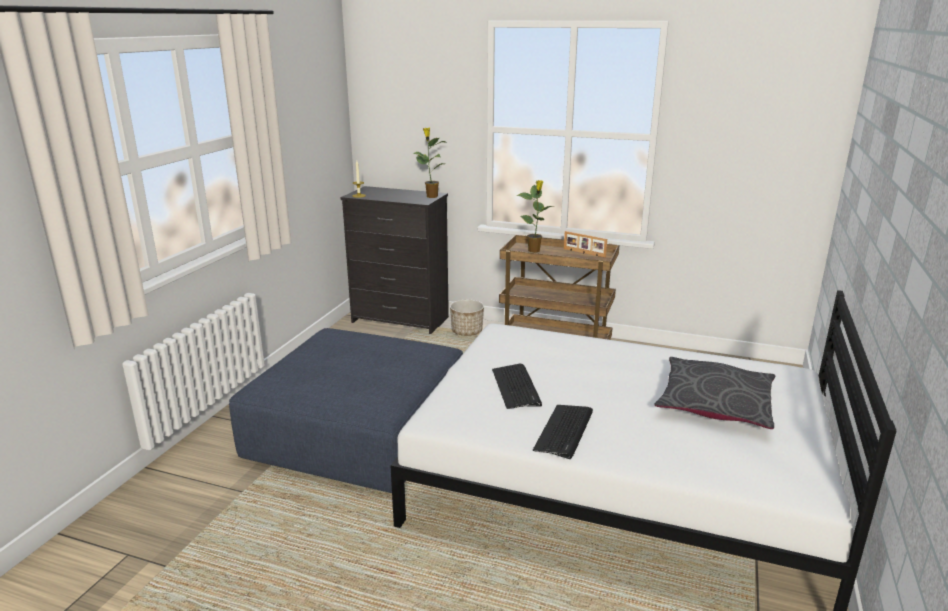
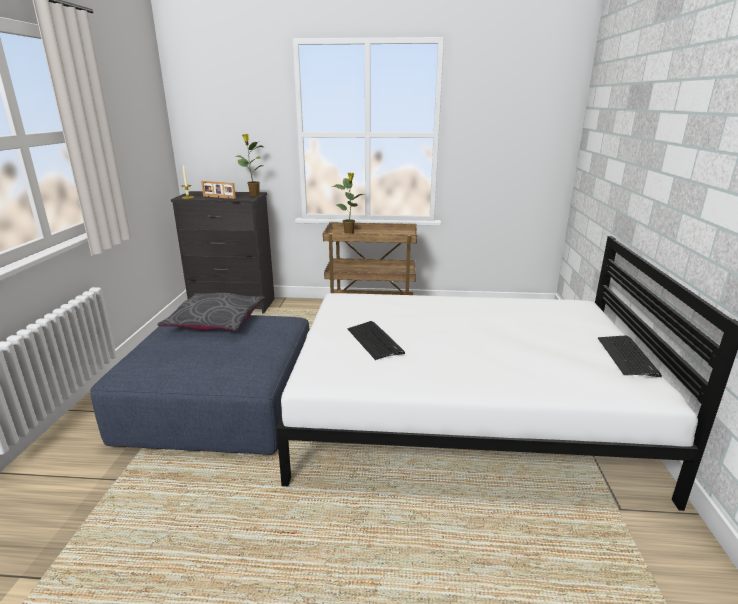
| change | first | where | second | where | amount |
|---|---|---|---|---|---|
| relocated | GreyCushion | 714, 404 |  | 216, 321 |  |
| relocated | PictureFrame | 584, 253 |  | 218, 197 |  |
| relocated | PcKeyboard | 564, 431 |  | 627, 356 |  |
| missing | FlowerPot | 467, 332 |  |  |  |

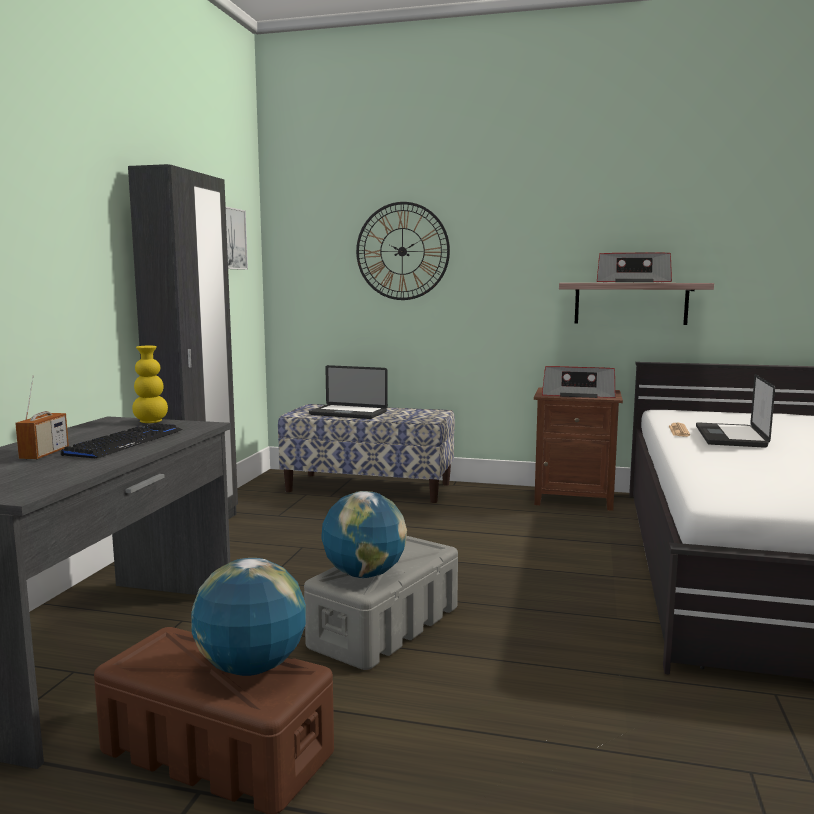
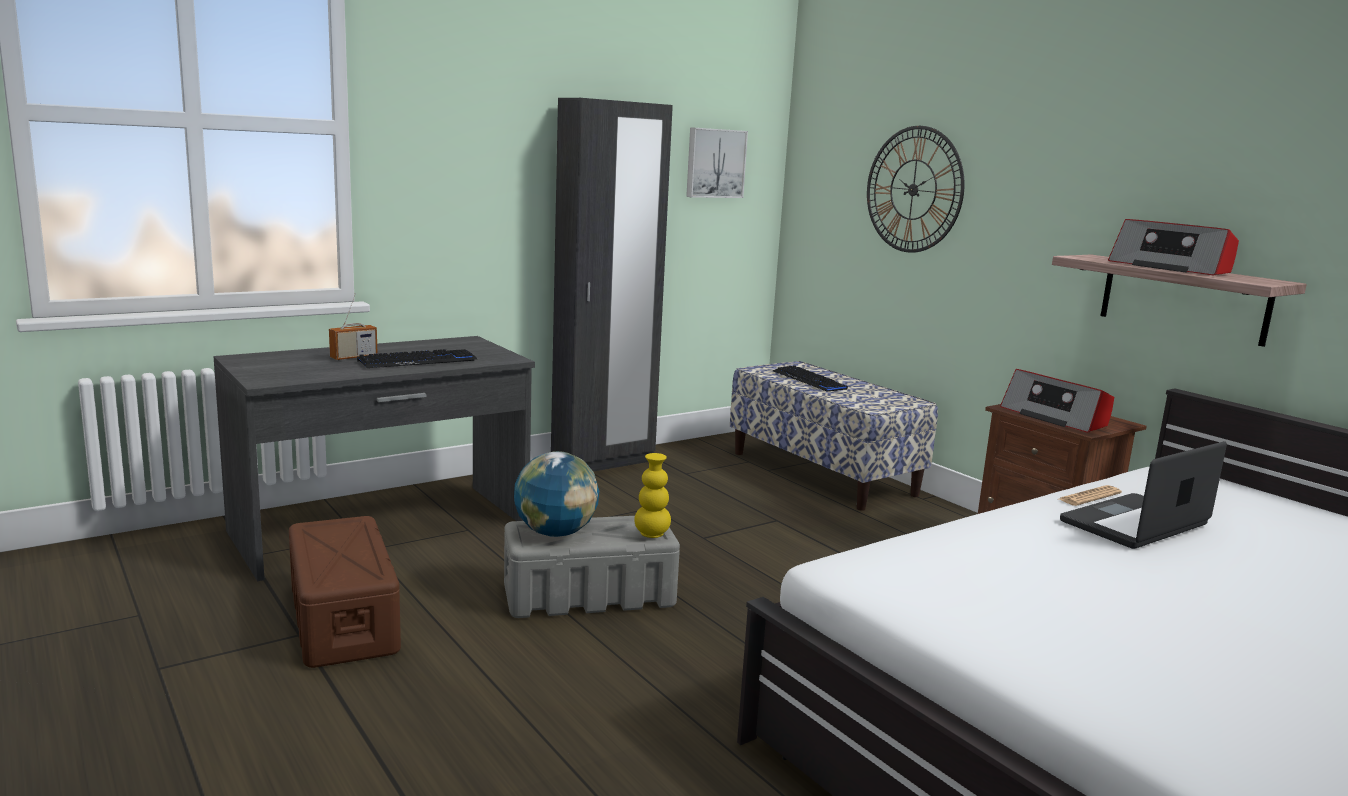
| change | first | where | second | where | amount |
|---|---|---|---|---|---|
| relocated | YellowColouredFlowerVase | 151, 422 |  | 651, 534 |  |
| exchanged | Laptop | 348, 413 | PcKeyboard | 809, 380 |  |
| missing | WorldGlobe | 251, 667 |  |  |  |

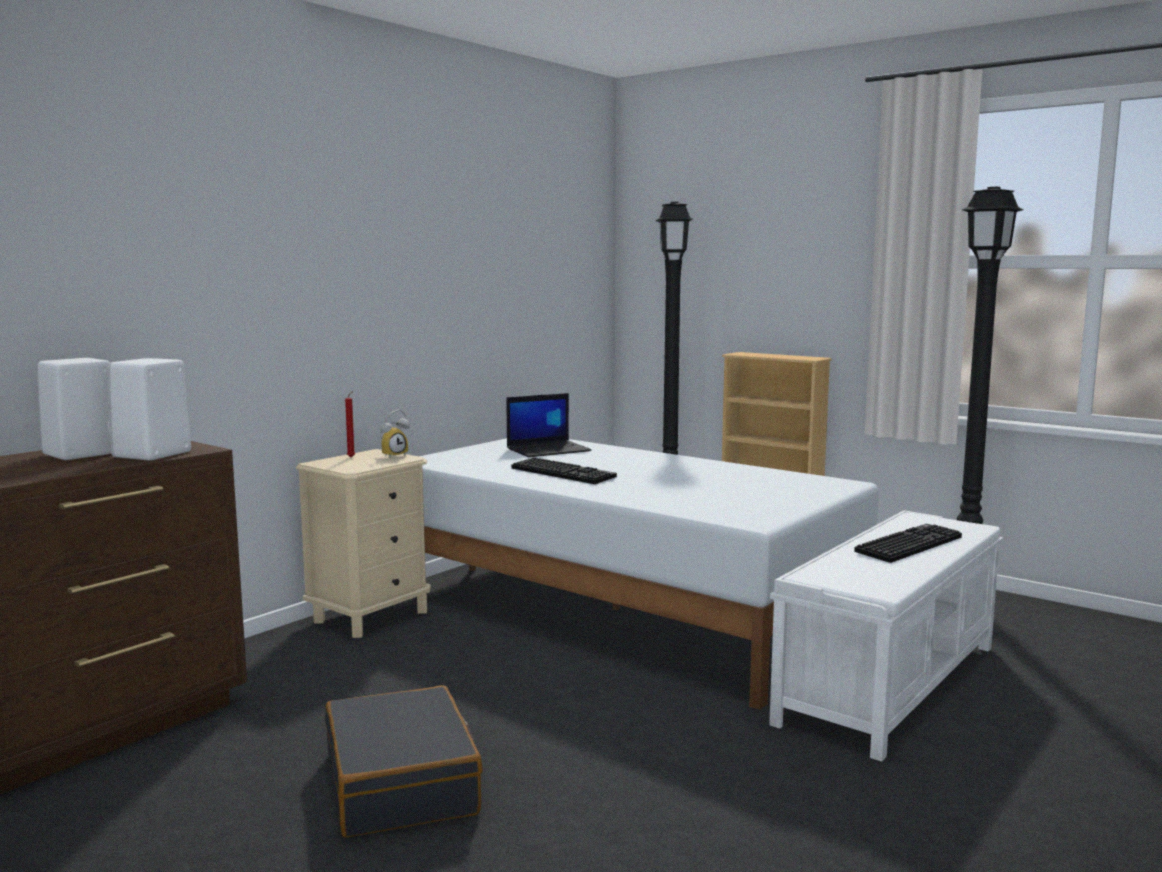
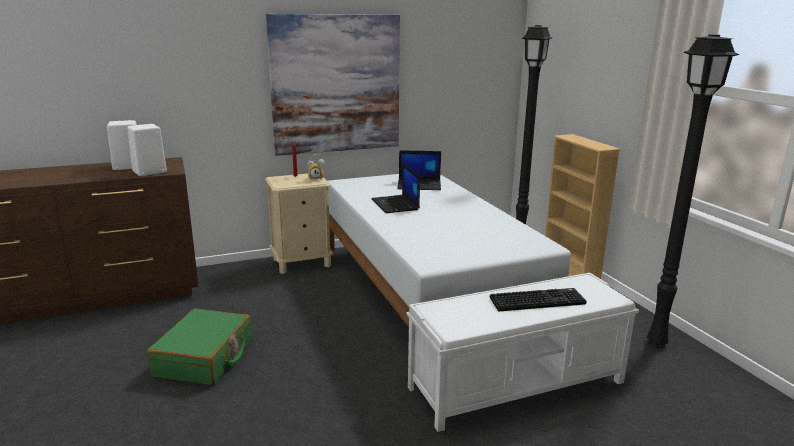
| change | first | where | second | where | amount |
|---|---|---|---|---|---|
| colour | BlackPieceOfLuggage | 402, 783 | GreenishPieceOfLuggage | 205, 358 |  |
| appeared |  |  | Picture | 336, 84 |  |
| exchanged | PcKeyboard | 565, 473 | Laptop | 396, 204 |  |

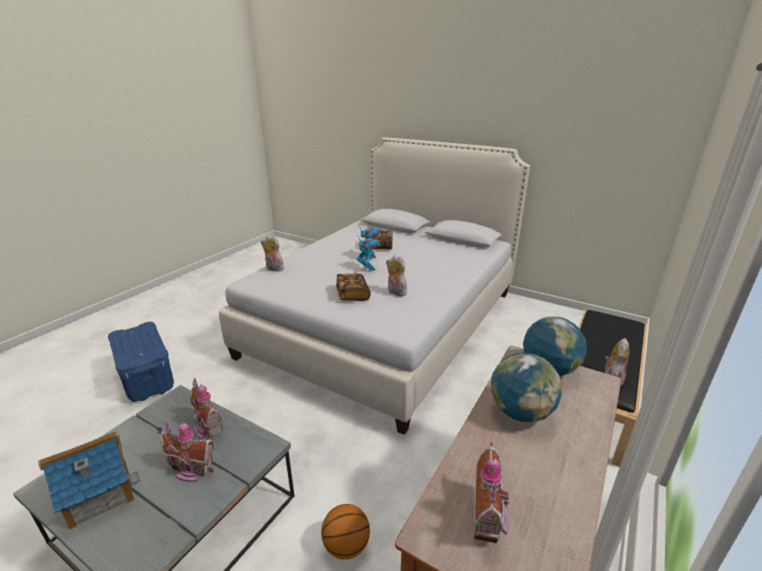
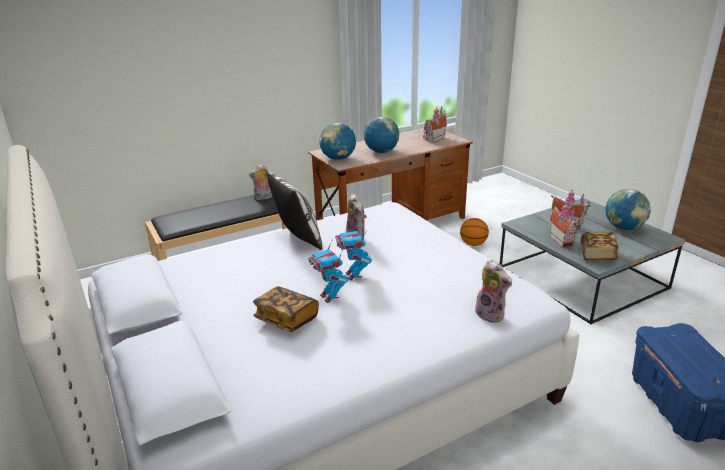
| change | first | where | second | where | amount |
|---|---|---|---|---|---|
| appeared |  |  | Cushion | 298, 238 |  |
| relocated | BoundBook | 352, 295 |  | 597, 254 |  |
| exchanged | ModelHouse | 99, 494 | WorldGlobe | 623, 227 |  |

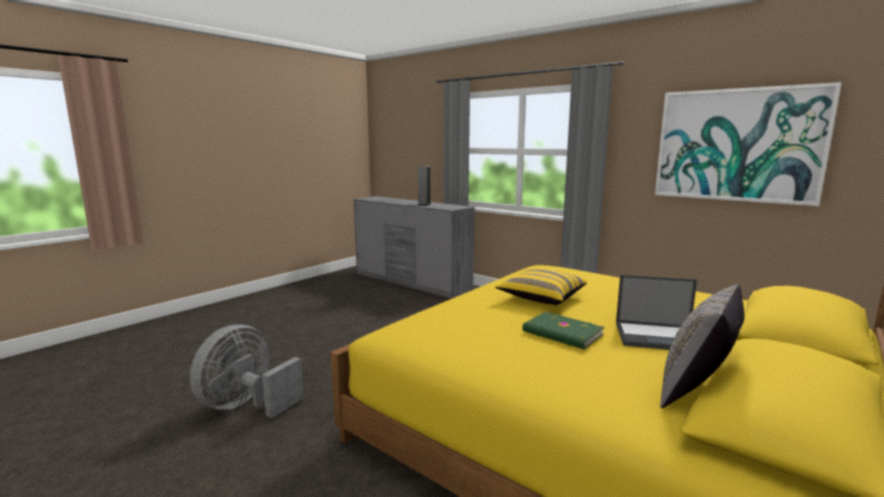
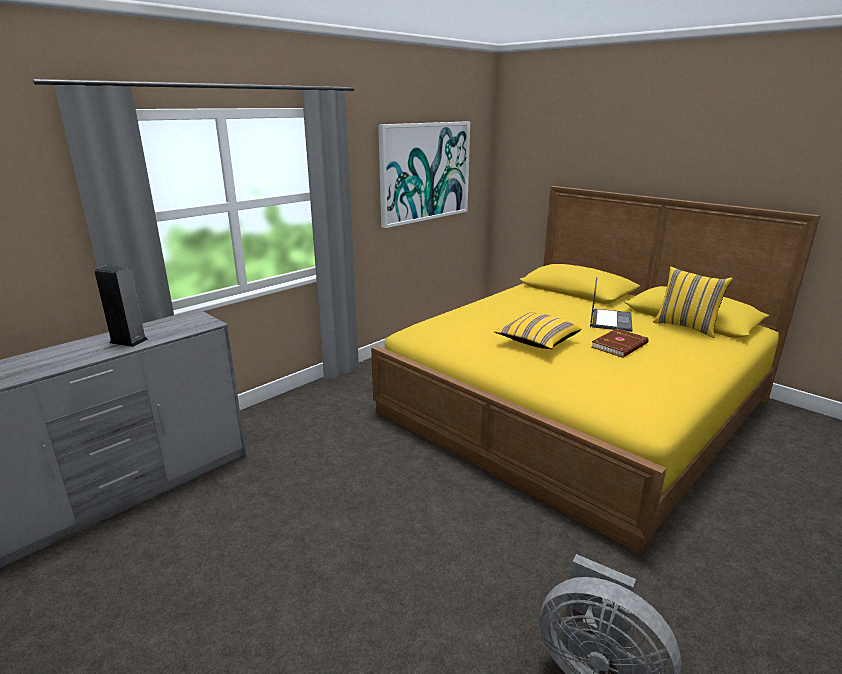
| change | first | where | second | where | amount |
|---|---|---|---|---|---|
| colour | GreenishBoundBook | 562, 334 | BrownColouredBoundBook | 620, 345 |  |
| colour | GreyCushion | 697, 392 | YellowColouredCushion | 686, 327 |  |

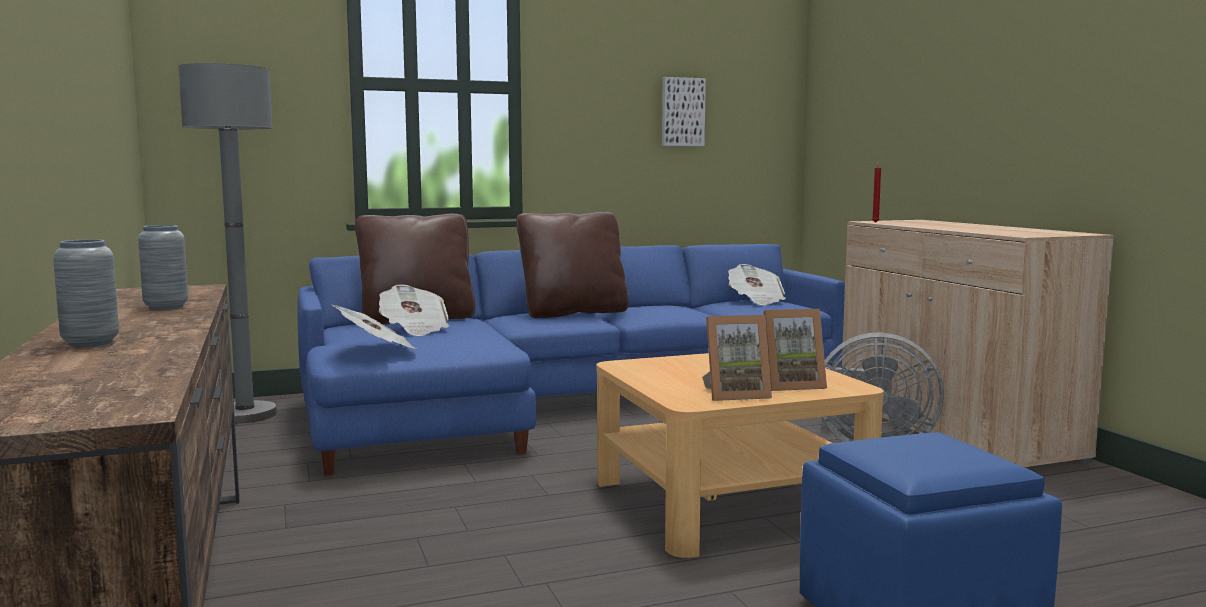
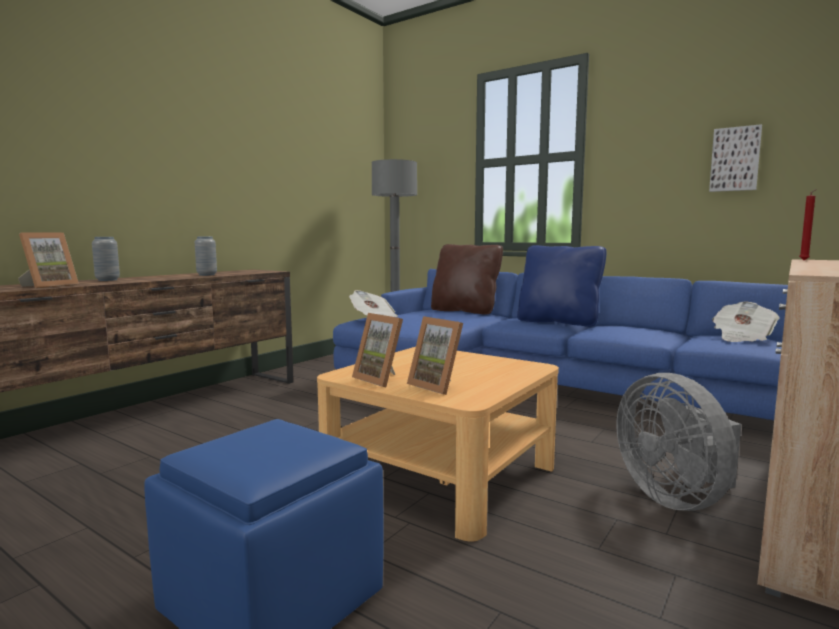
| change | first | where | second | where | amount |
|---|---|---|---|---|---|
| appeared |  |  | PictureFrame | 49, 286 |  |
| colour | BrownColouredCushion | 573, 313 | BlueCushion | 558, 322 |  |
| missing | DailyPaper | 414, 329 |  |  |  |

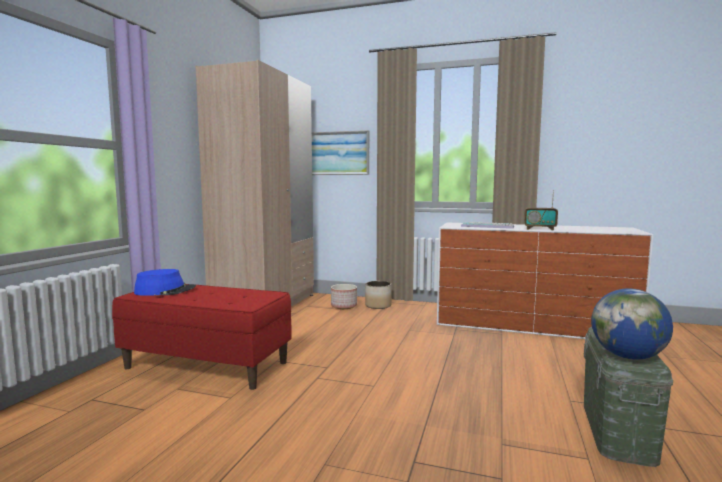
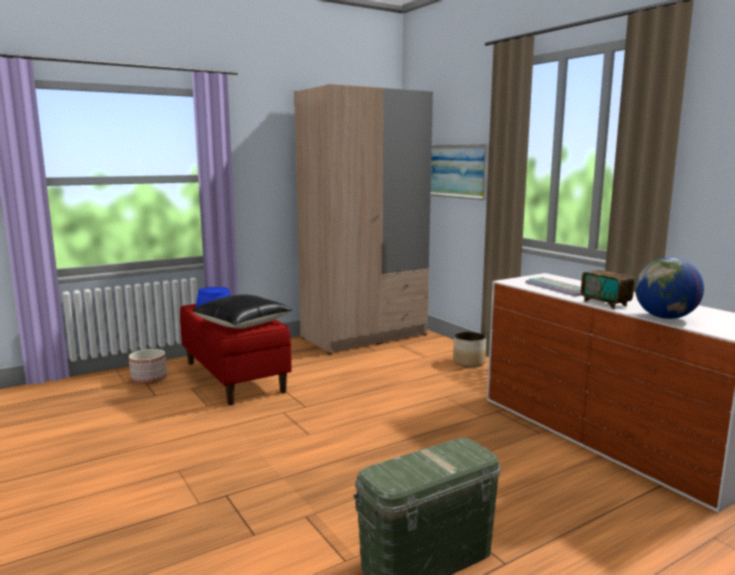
| change | first | where | second | where | amount |
|---|---|---|---|---|---|
| relocated | FlowerPot | 344, 306 |  | 149, 379 |  |
| appeared |  |  | BlackCushion | 242, 323 |  |
| relocated | WorldGlobe | 628, 357 |  | 665, 318 |  |

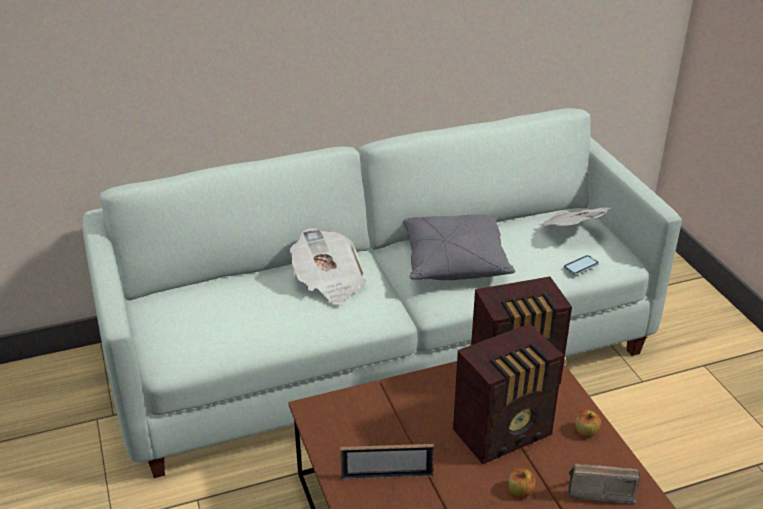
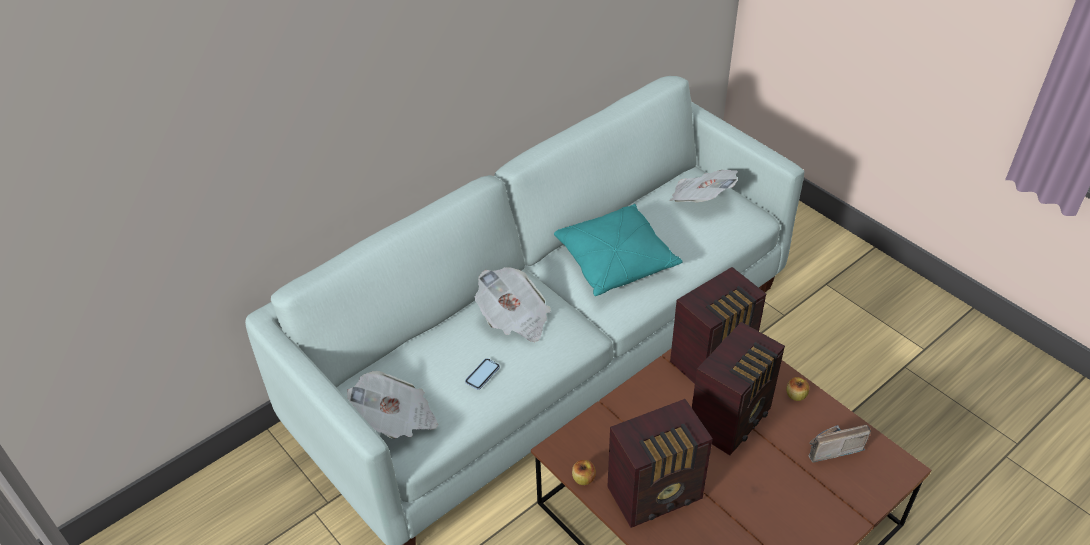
| change | first | where | second | where | amount |
|---|---|---|---|---|---|
| appeared |  |  | DailyPaper | 397, 419 |  |
| relocated | Telephone | 580, 266 |  | 482, 375 |  |
| colour | GreyCushion | 454, 261 | TurquoiseCushion | 614, 261 |  |
| relocated | AppleFruit | 520, 491 |  | 583, 478 |  |
| exchanged | PictureFrame | 387, 476 | Radio | 657, 494 |  |

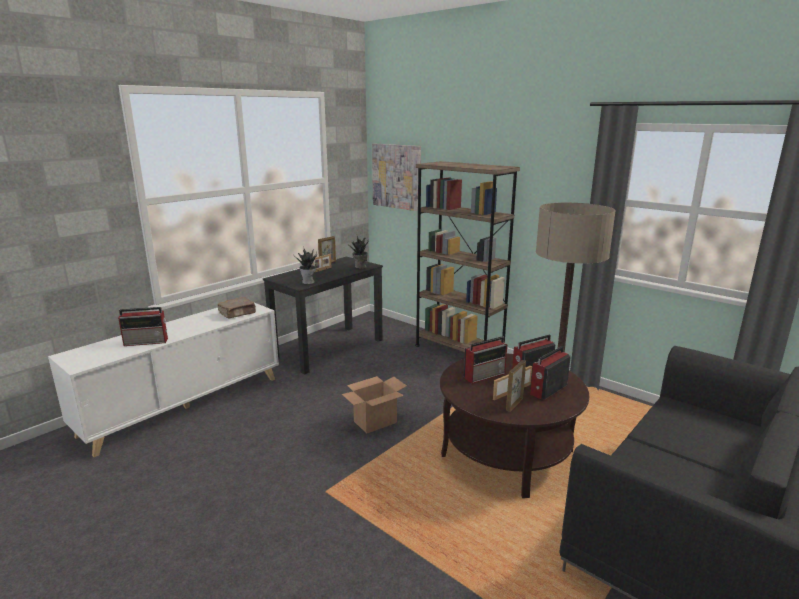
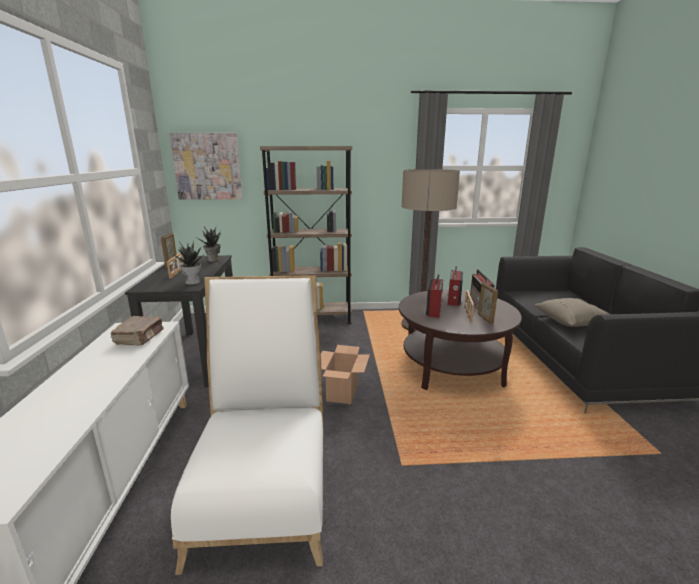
| change | first | where | second | where | amount |
|---|---|---|---|---|---|
| appeared |  |  | WhiteColouredChair | 264, 490 |  |
| appeared |  |  | SandColouredCushion | 572, 321 |  |
| missing | Radio | 147, 342 |  |  |  |

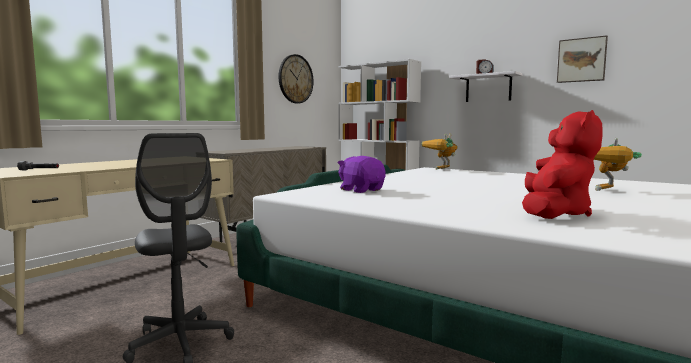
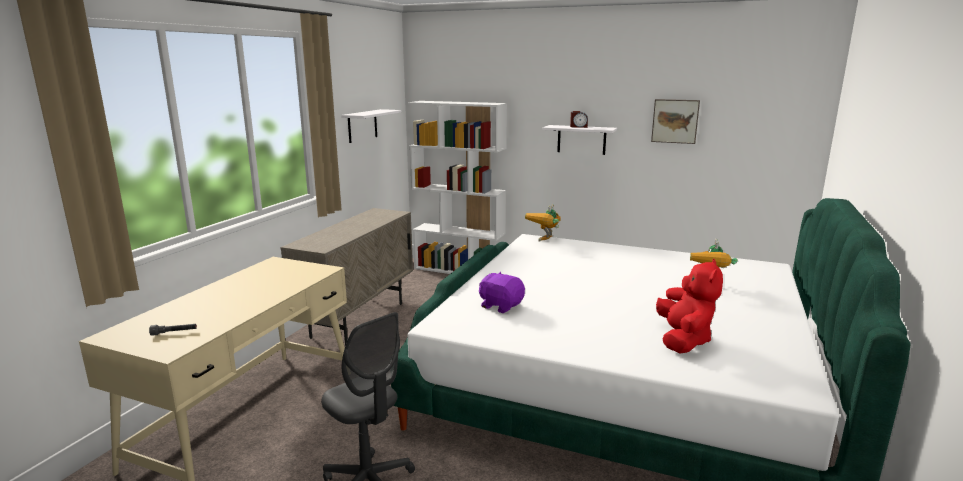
| change | first | where | second | where | amount |
|---|---|---|---|---|---|
| exchanged | HangingClock | 295, 79 | WhiteColouredBracketShelf | 362, 126 |  |

